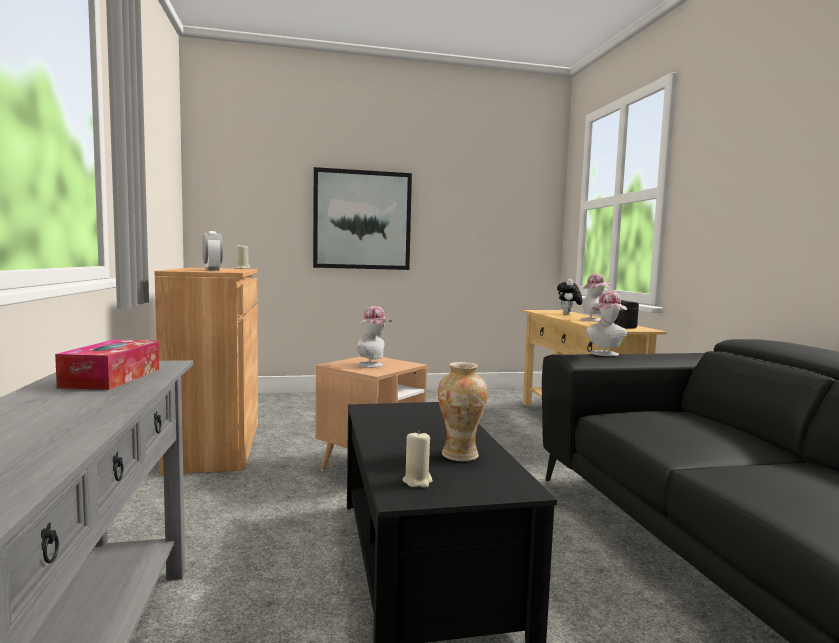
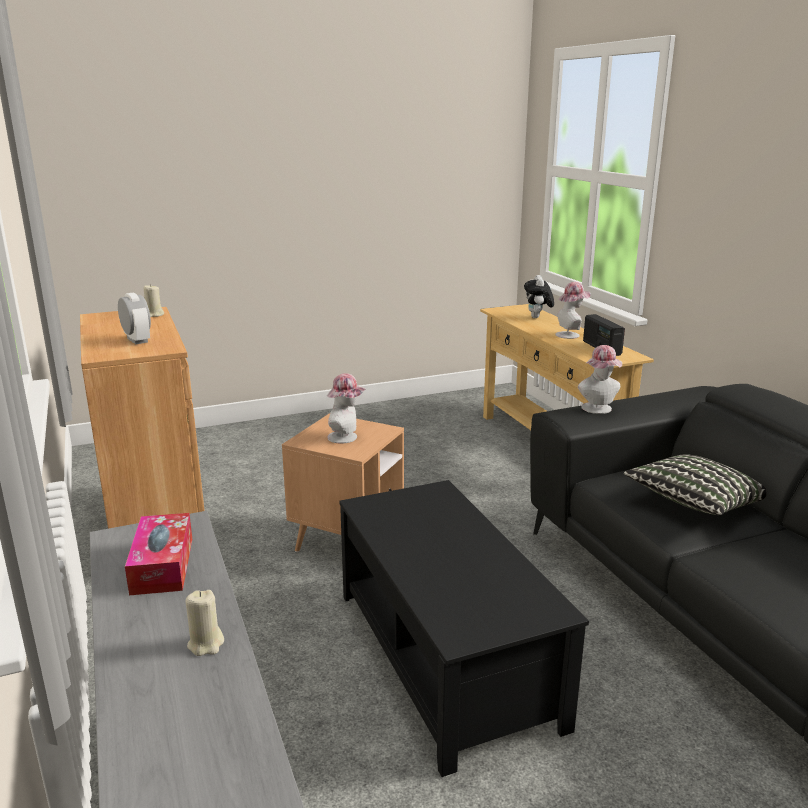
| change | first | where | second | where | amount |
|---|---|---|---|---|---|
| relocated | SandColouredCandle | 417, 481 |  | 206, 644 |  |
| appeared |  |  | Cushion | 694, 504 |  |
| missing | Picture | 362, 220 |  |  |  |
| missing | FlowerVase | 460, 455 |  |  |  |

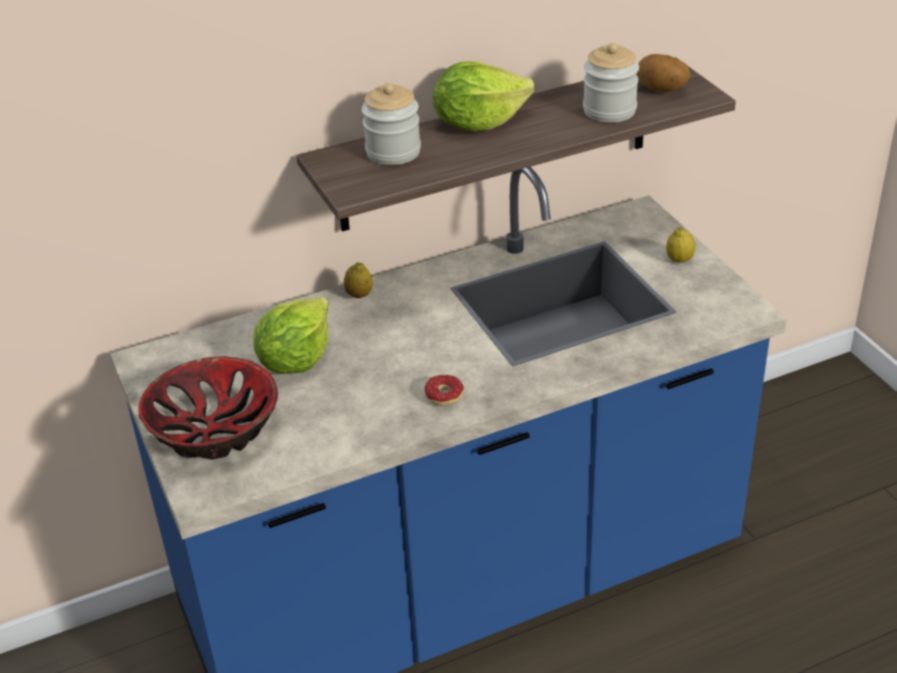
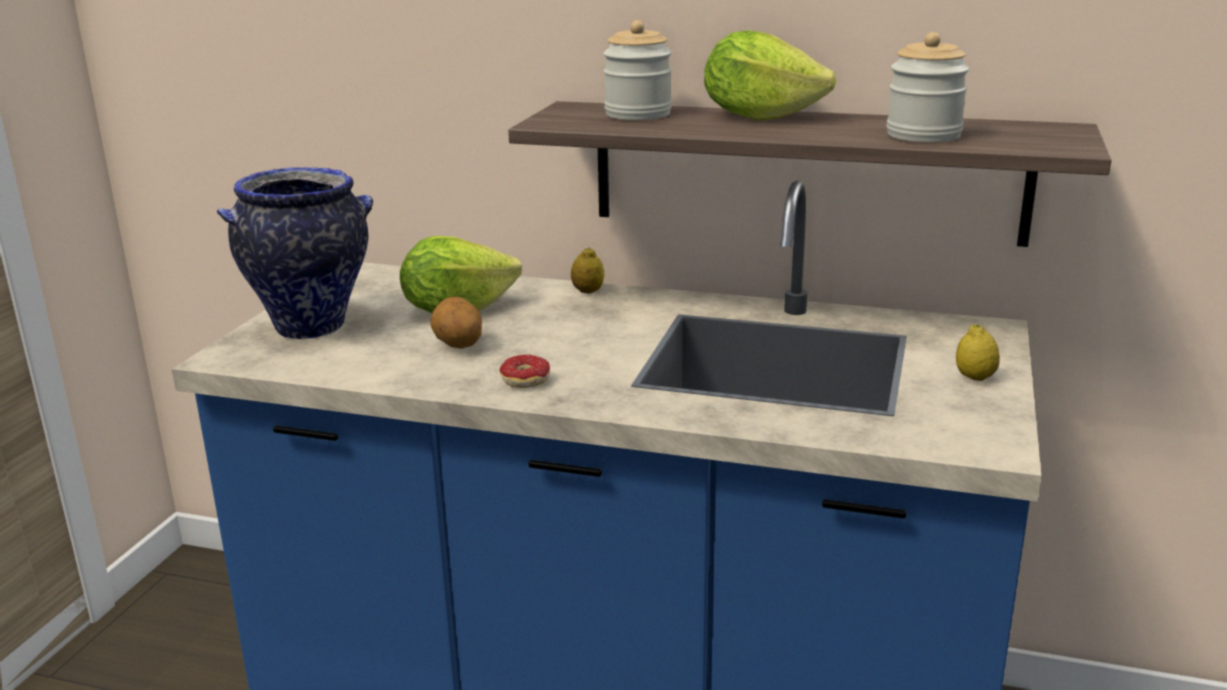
| change | first | where | second | where | amount |
|---|---|---|---|---|---|
| exchanged | Bowl | 215, 430 | FlowerVase | 312, 326 |  |
| relocated | WholePotato | 661, 90 |  | 458, 346 |  |

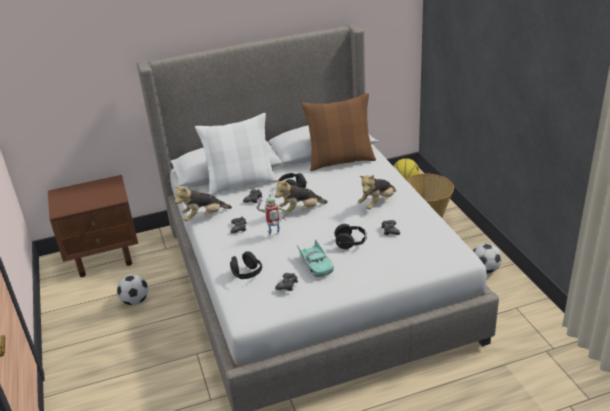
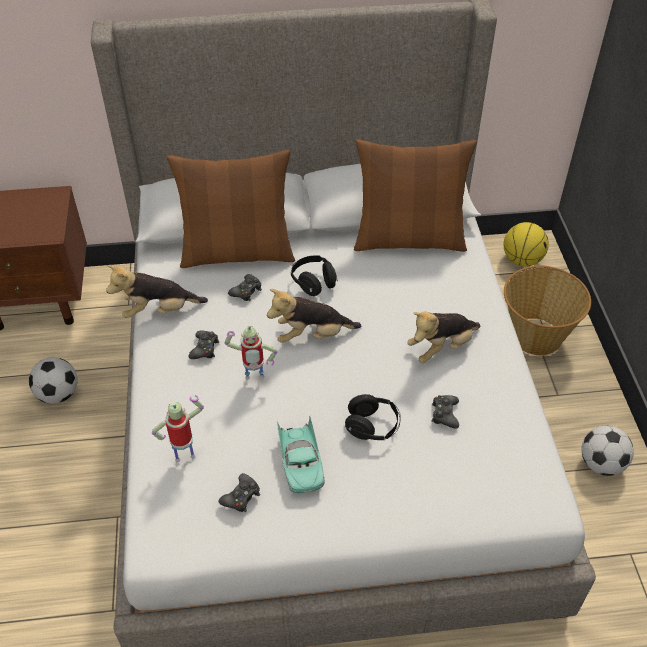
| change | first | where | second | where | amount |
|---|---|---|---|---|---|
| exchanged | BlackPairOfHeadphones | 246, 274 | ModelRobot | 185, 455 |  |
| colour | WhiteColouredCushion | 241, 183 | BrownColouredCushion | 237, 253 |  |

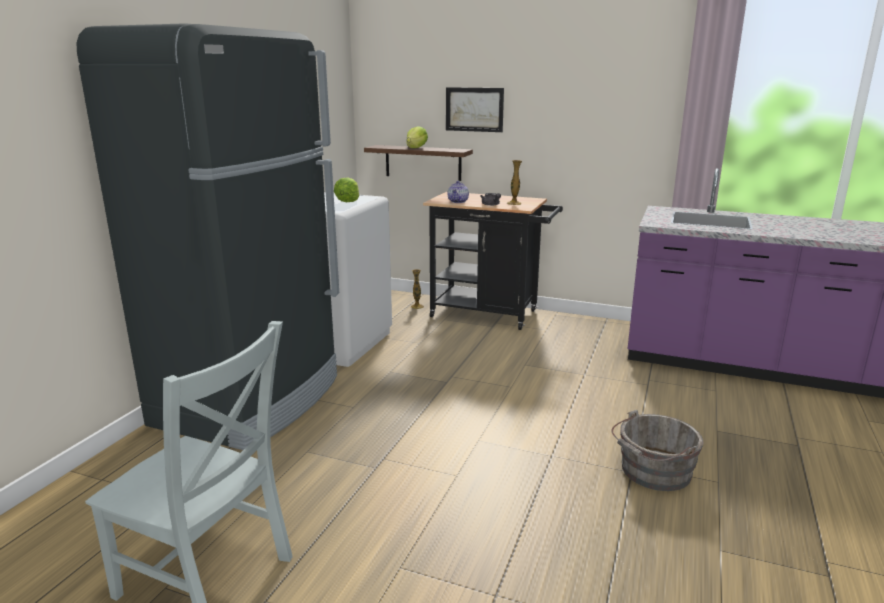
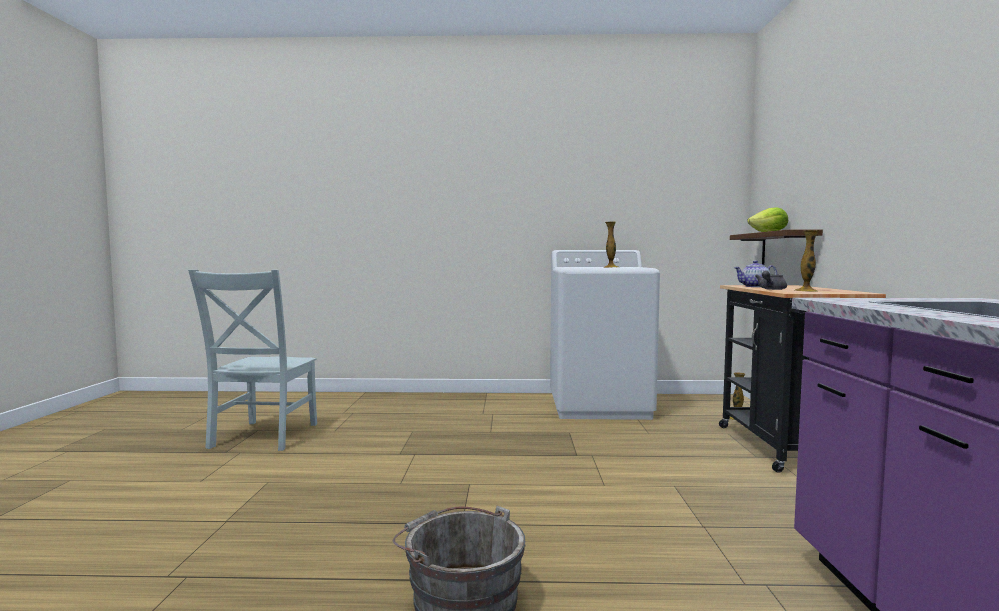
| change | first | where | second | where | amount |
|---|---|---|---|---|---|
| exchanged | LettuceHead | 347, 202 | FlowerVase | 611, 267 |  |
| missing | BlackFridge | 251, 400 |  |  |  |
| missing | Picture | 474, 109 |  |  |  |

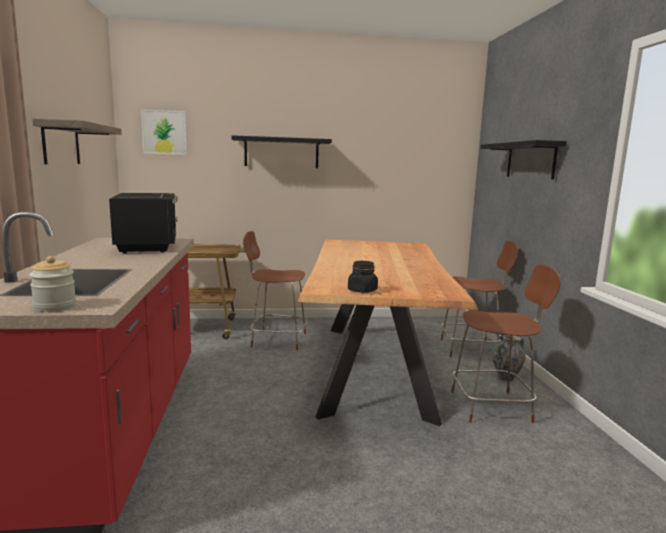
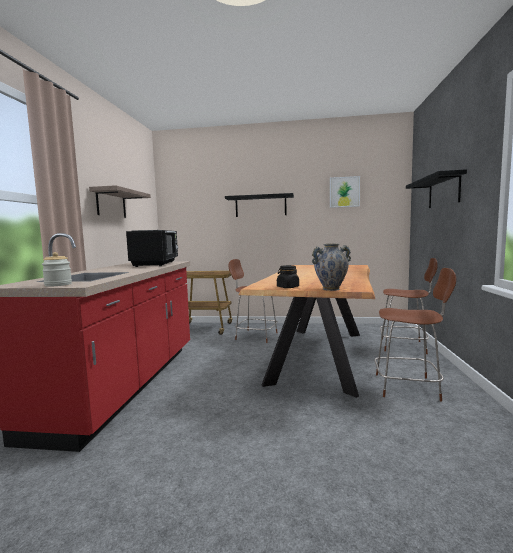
| change | first | where | second | where | amount |
|---|---|---|---|---|---|
| relocated | FlowerVase | 505, 378 |  | 331, 289 |  |
| relocated | Picture | 164, 132 |  | 344, 192 |  |

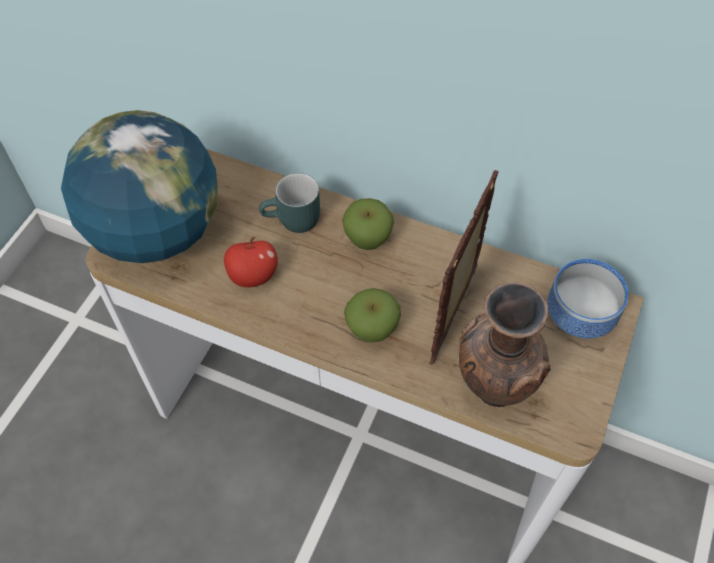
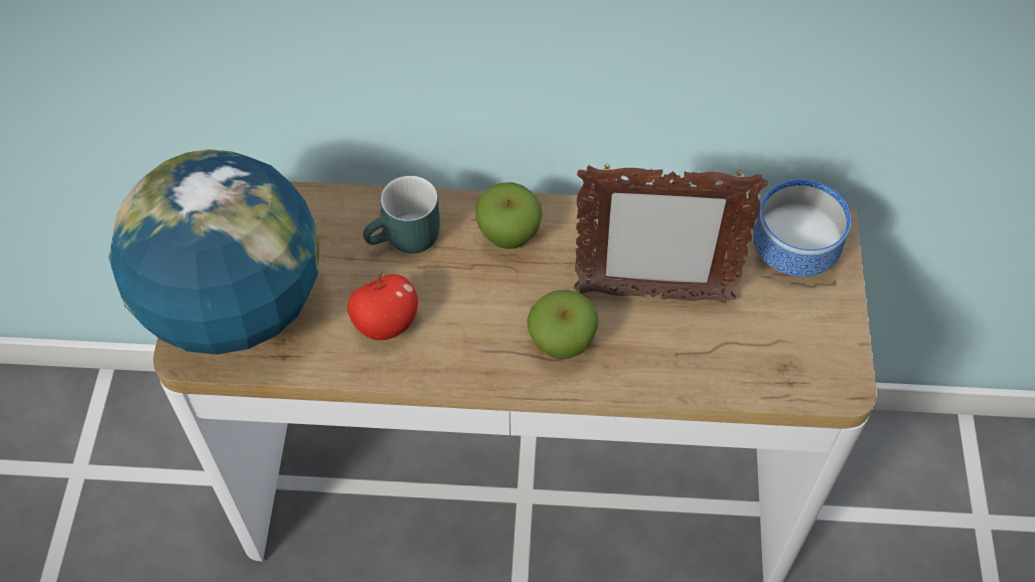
| change | first | where | second | where | amount |
|---|---|---|---|---|---|
| spun | PictureFrame | 454, 315 |  | 652, 295 | 90 degrees counterclockwise |
| missing | BrownColouredFlowerVase | 491, 389 |  |  |  |

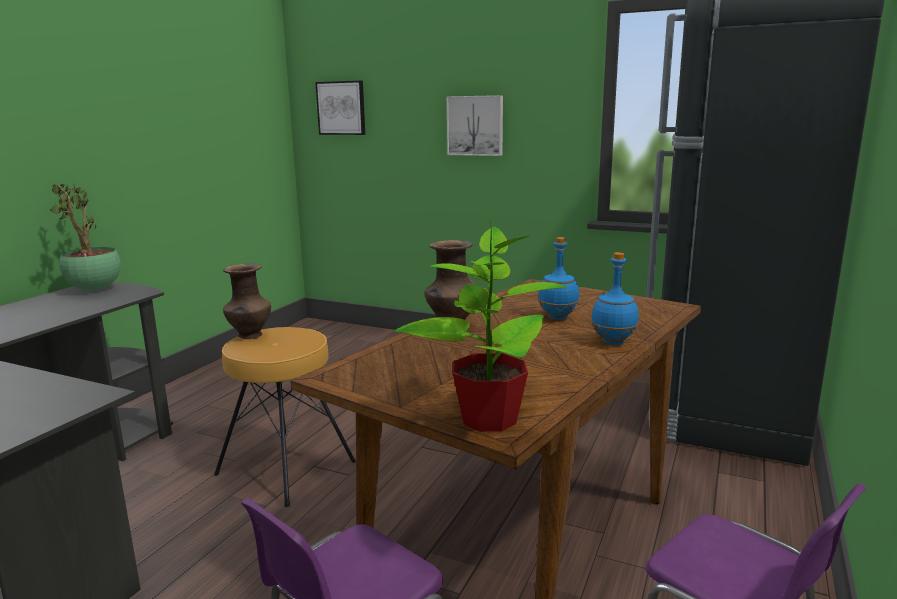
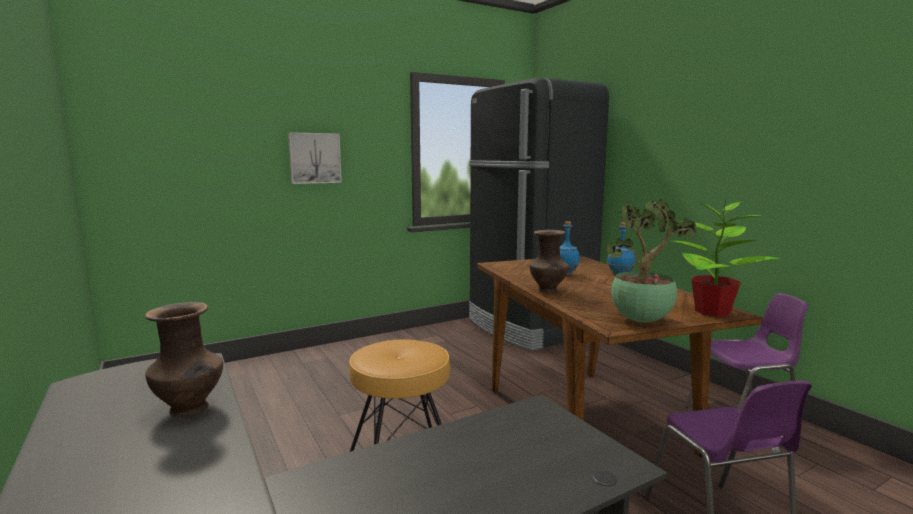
| change | first | where | second | where | amount |
|---|---|---|---|---|---|
| relocated | BrownColouredFlowerVase | 250, 336 |  | 190, 409 |  |
| relocated | PlantInAPot | 94, 290 |  | 643, 321 |  |
| missing | Picture | 341, 108 |  |  |  |

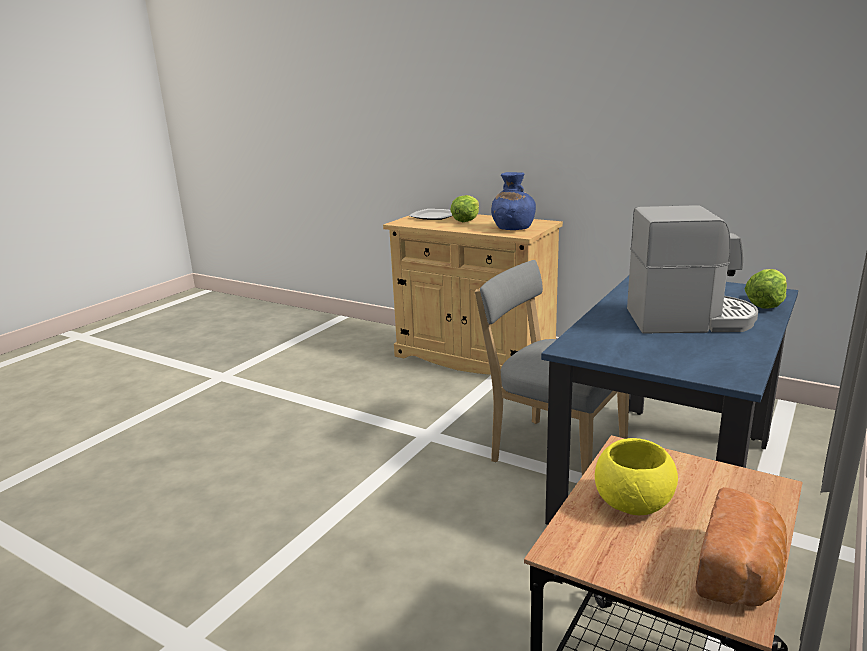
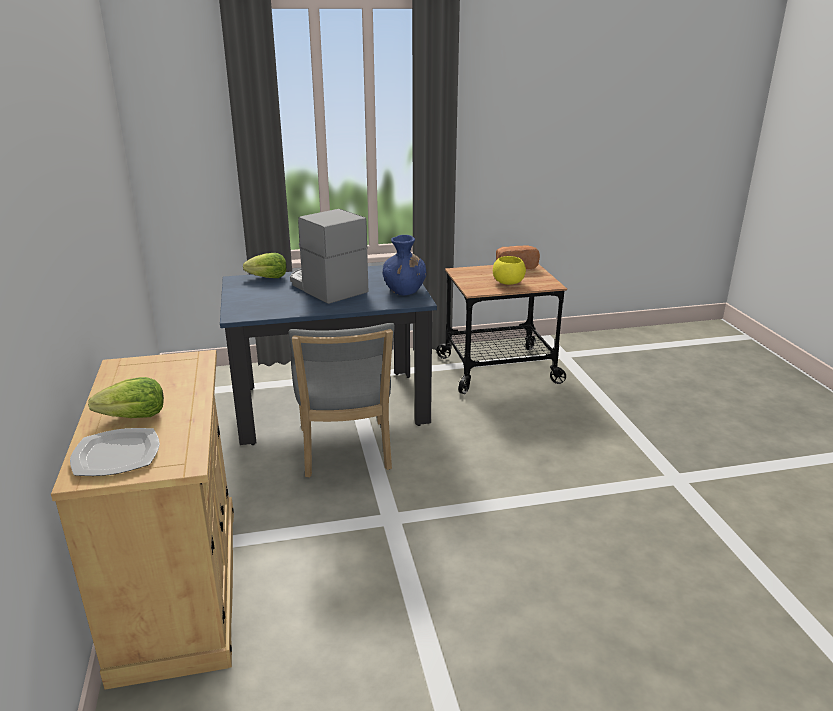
| change | first | where | second | where | amount |
|---|---|---|---|---|---|
| relocated | BlueFlowerVase | 512, 228 |  | 404, 290 |  |

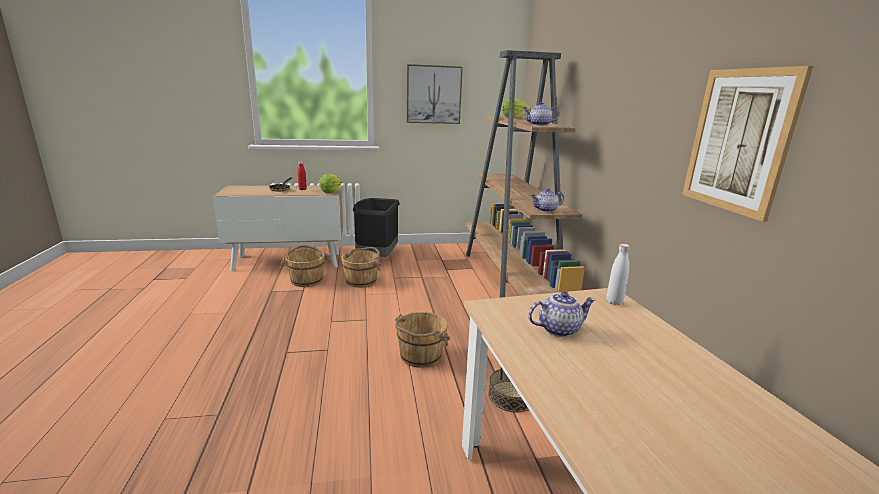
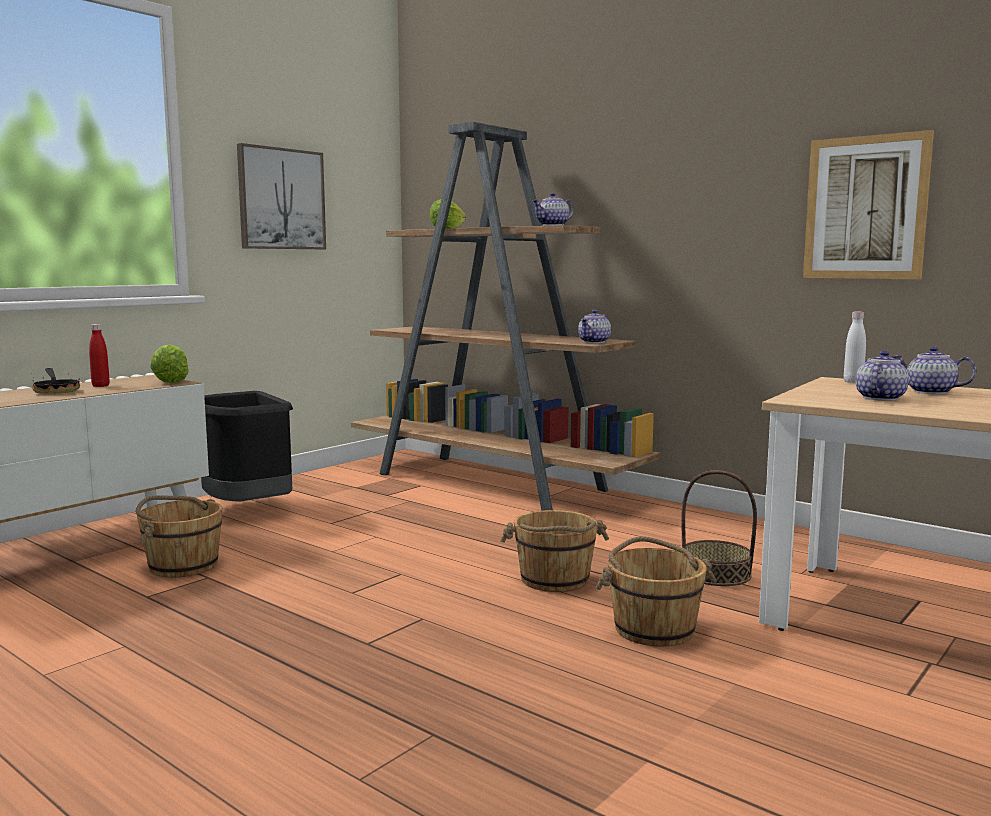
| change | first | where | second | where | amount |
|---|---|---|---|---|---|
| relocated | BrownColouredBucket | 361, 281 |  | 653, 628 |  |
| appeared |  |  | Teapot | 929, 392 |  |

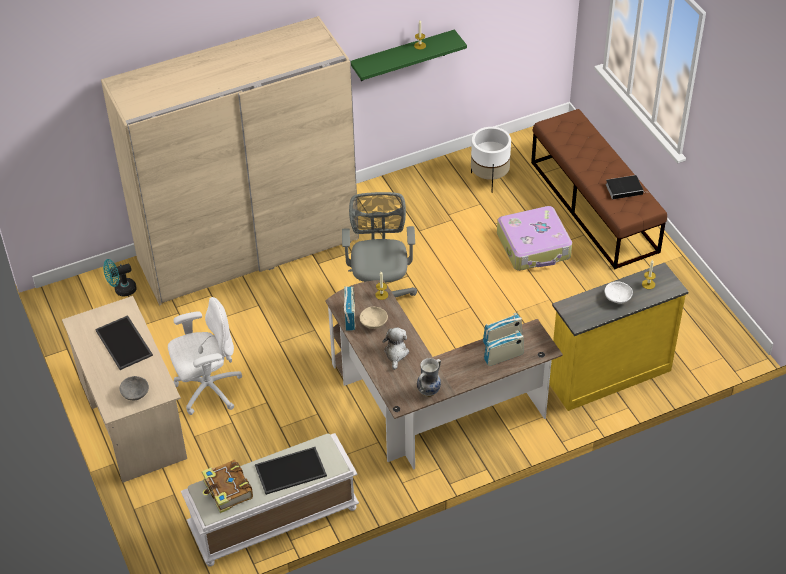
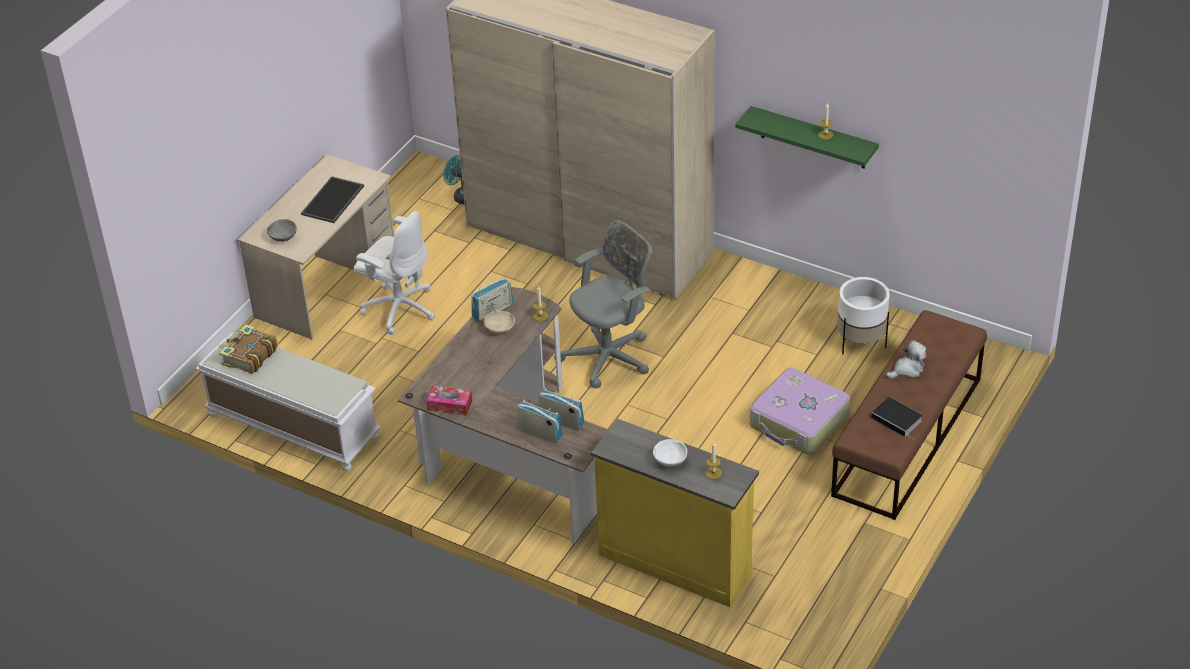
| change | first | where | second | where | amount |
|---|---|---|---|---|---|
| exchanged | FlowerVase | 429, 391 | TissueHolder | 449, 405 |  |
| relocated | CuddlyToy | 396, 353 |  | 907, 369 |  |
| missing | Tray | 290, 472 |  |  |  |

